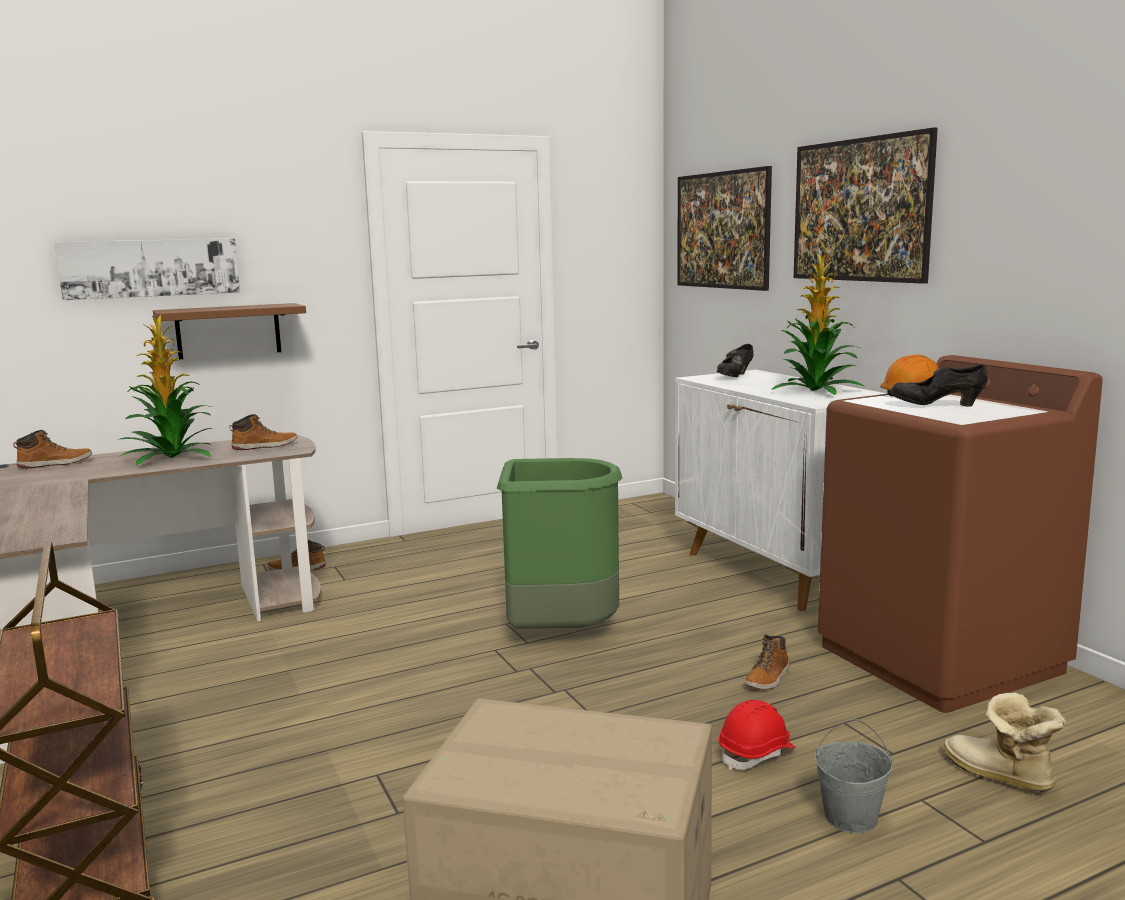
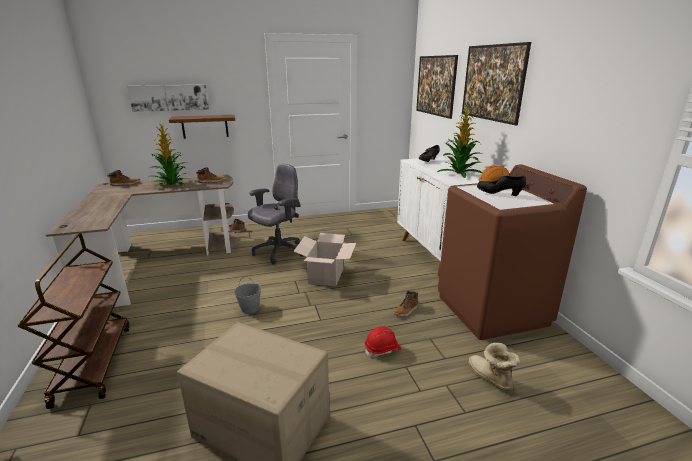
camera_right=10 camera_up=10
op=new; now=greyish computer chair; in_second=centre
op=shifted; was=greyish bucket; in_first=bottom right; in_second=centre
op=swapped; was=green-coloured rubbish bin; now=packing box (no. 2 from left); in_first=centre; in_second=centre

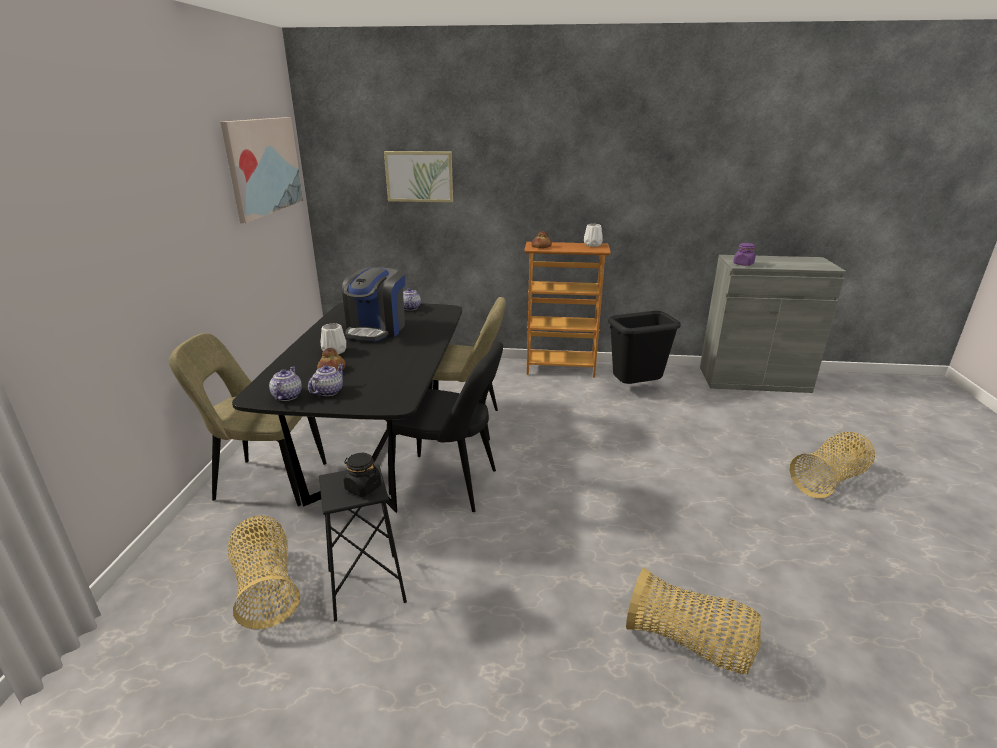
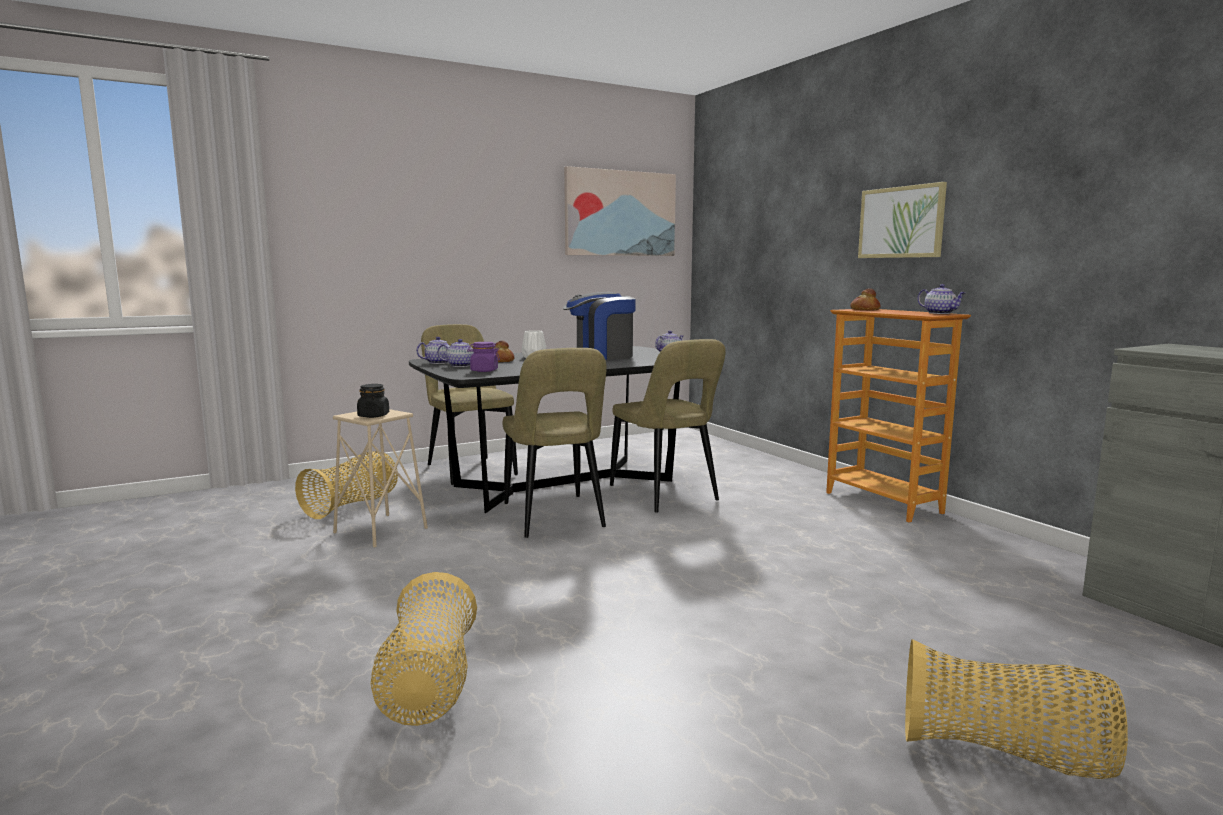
camera_right=55 camera_up=-15
op=gone; was=blackish rubbish bin; in_first=centre
op=shifted; was=picture (no. 2 from left); in_first=top centre; in_second=top right
op=shifted; was=purple-coloured jar; in_first=middle right; in_second=centre
op=swapped; was=whitish flower vase (no. 2 from left); now=pot for tea (no. 4 from left); in_first=top centre; in_second=middle right
op=repainted; was=blackish stool; now=beige stool; in_first=bottom centre; in_second=middle left
op=repainted; was=blackish upright chair; now=beige upright chair (no. 2 from left); in_first=centre; in_second=centre

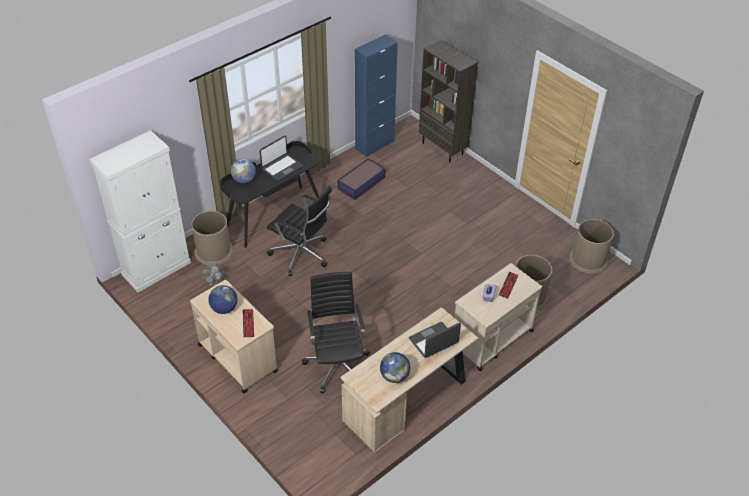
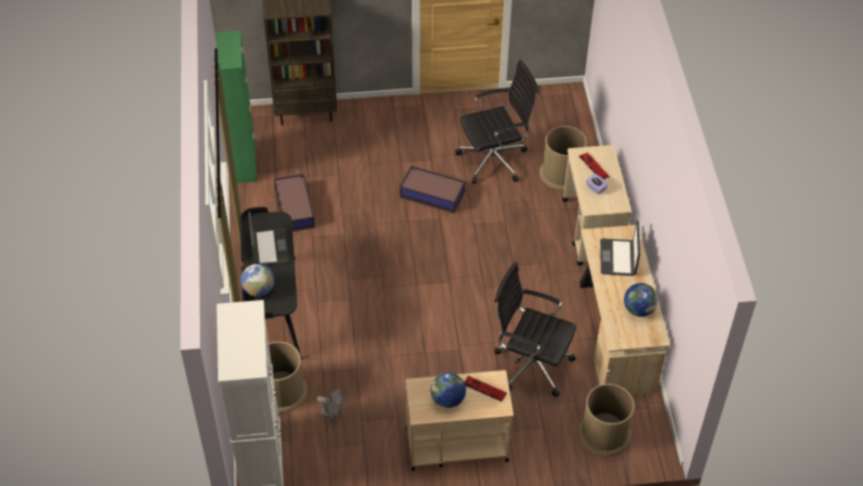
camera_right=-55 camera_up=5
op=new; now=storage container (no. 2 from left); in_second=centre
op=shifted; was=blackish computer chair (no. 1 from left); in_first=centre; in_second=top centre
op=shifted; was=brown rubbish bin (no. 3 from left); in_first=middle right; in_second=bottom right
op=repainted; was=bluish storage cabinet; now=green-coloured storage cabinet; in_first=top centre; in_second=top left

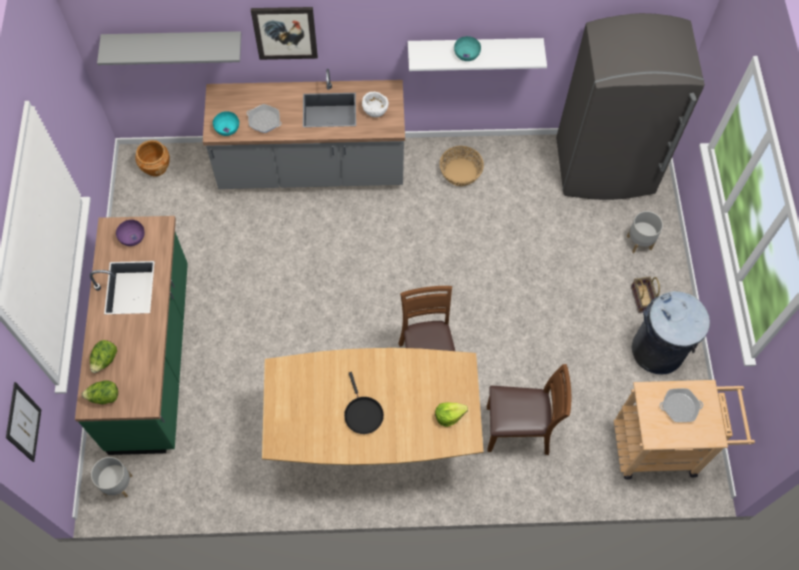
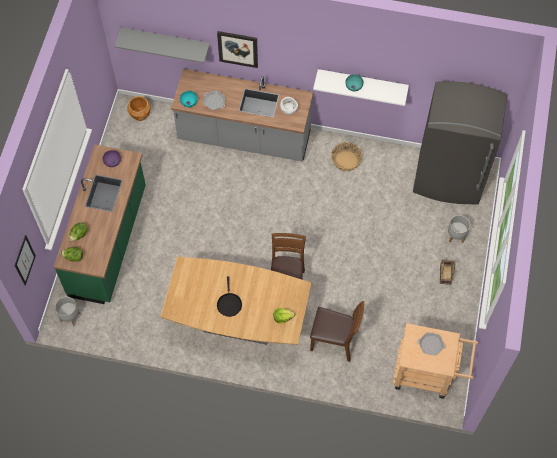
camera_right=15 camera_up=0
op=gone; was=greyish rubbish bin; in_first=middle right

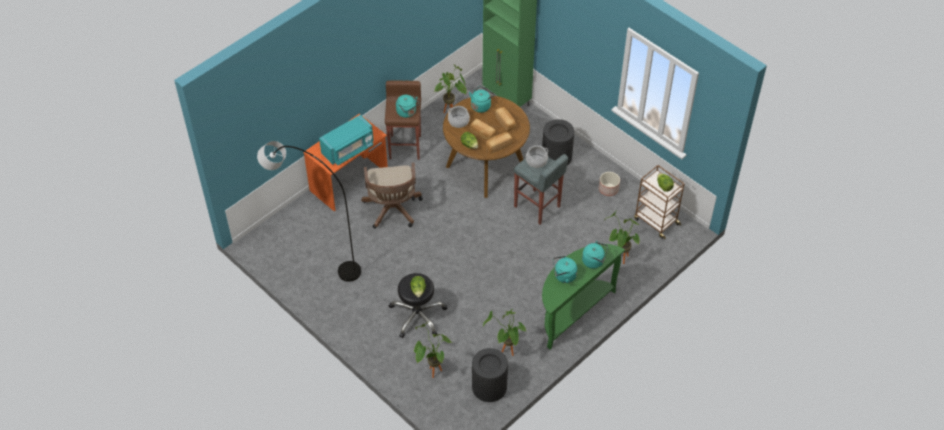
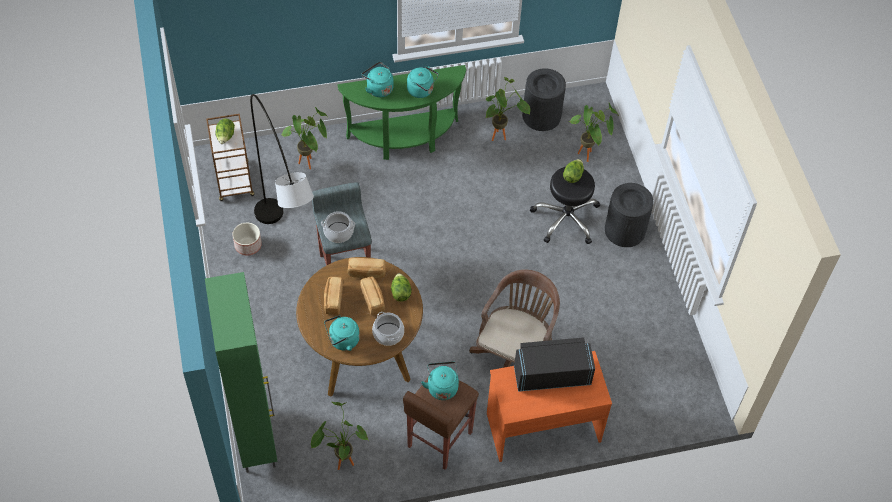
camera_right=-150 camera_up=5
op=shifted; was=greyish floor lamp; in_first=middle left; in_second=top left
op=shifted; was=blackish rubbish bin (no. 2 from left); in_first=top centre; in_second=middle right
op=repainted; was=turquoise-coloured kitchen microwave; now=blackish kitchen microwave; in_first=top centre; in_second=bottom centre

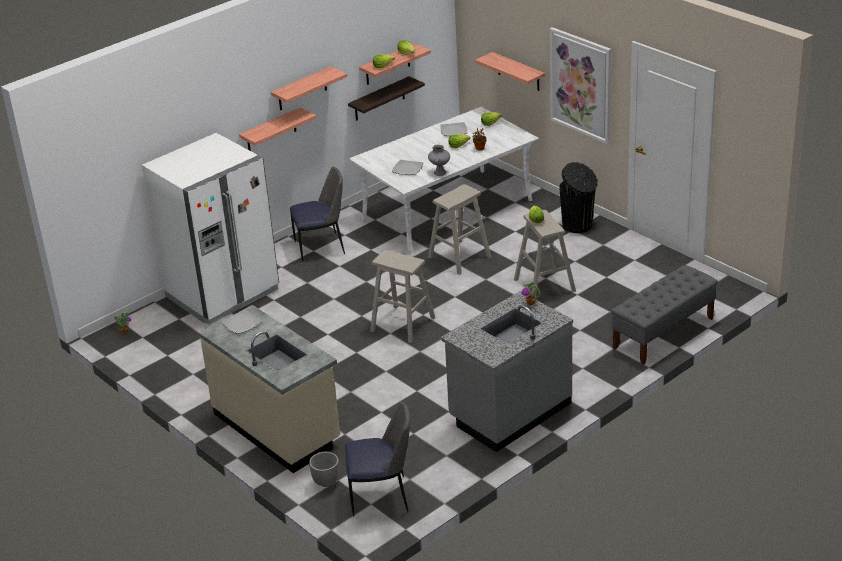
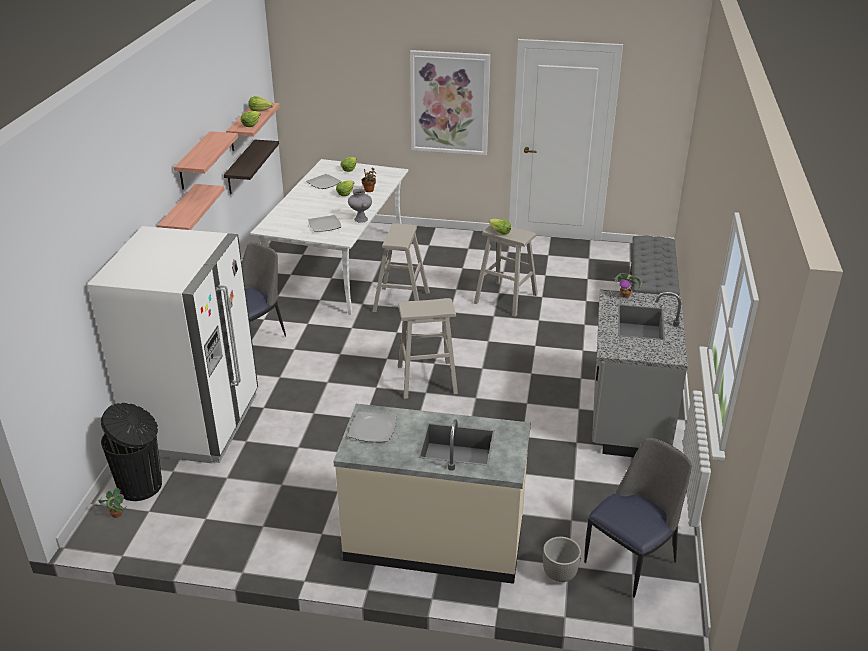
camera_right=-40 camera_up=0
op=gone; was=bracket shelf (no. 5 from left); in_first=top centre
op=shifted; was=blackish rubbish bin; in_first=middle right; in_second=bottom left

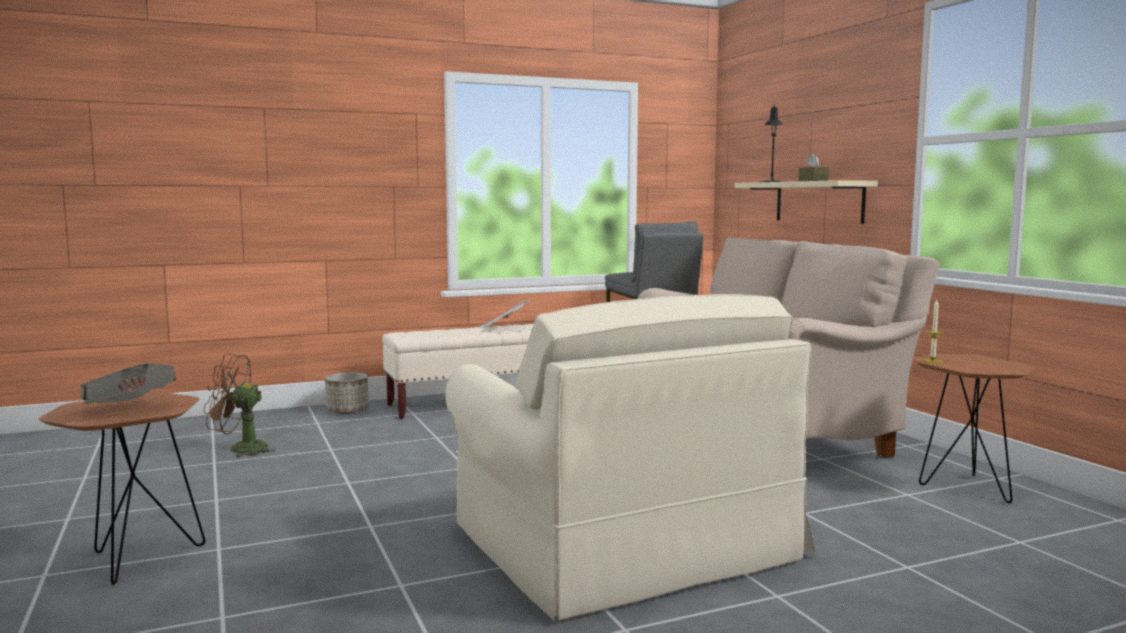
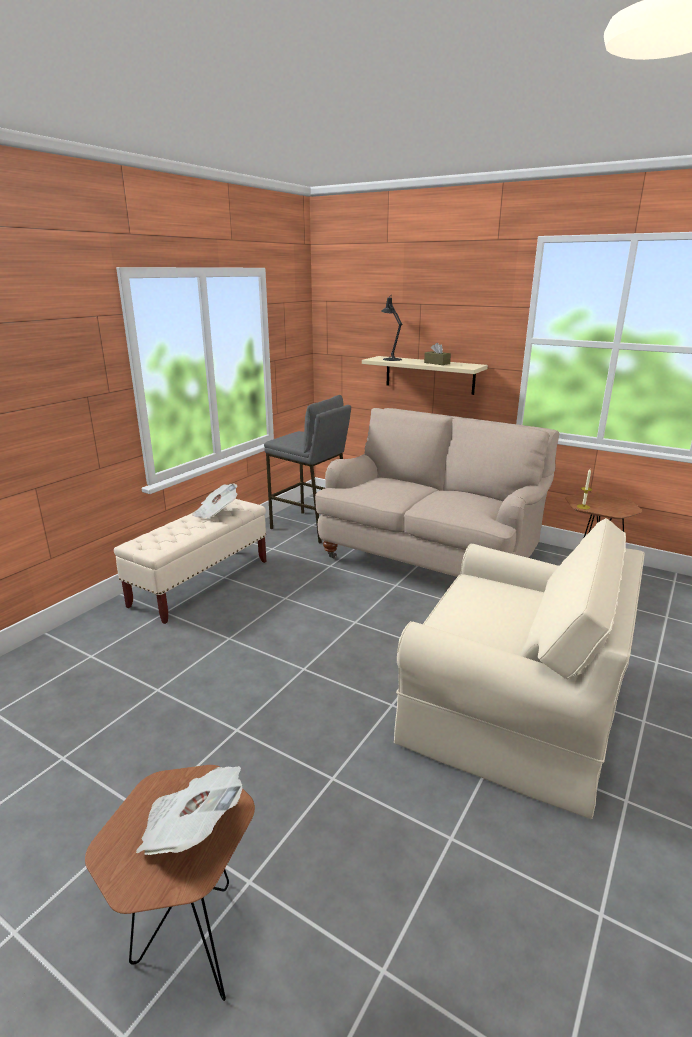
camera_right=-35 camera_up=15
op=gone; was=brown cooling fan; in_first=middle left
op=gone; was=planter; in_first=middle left

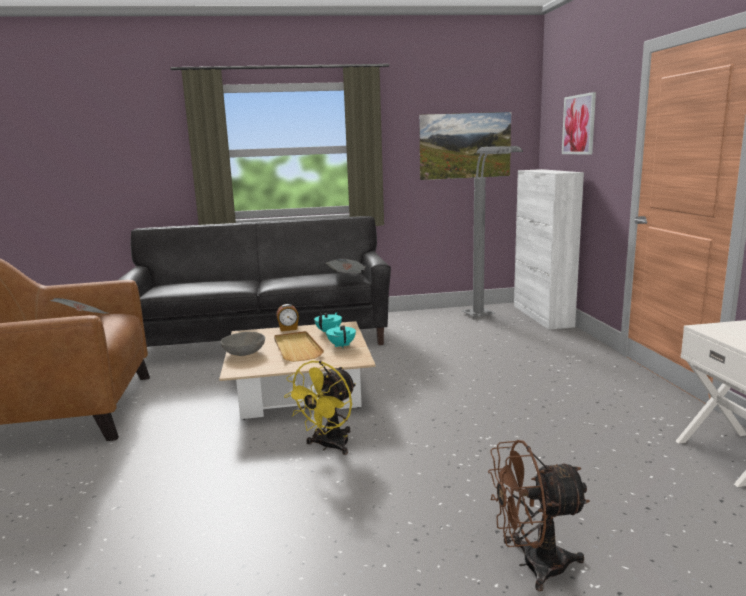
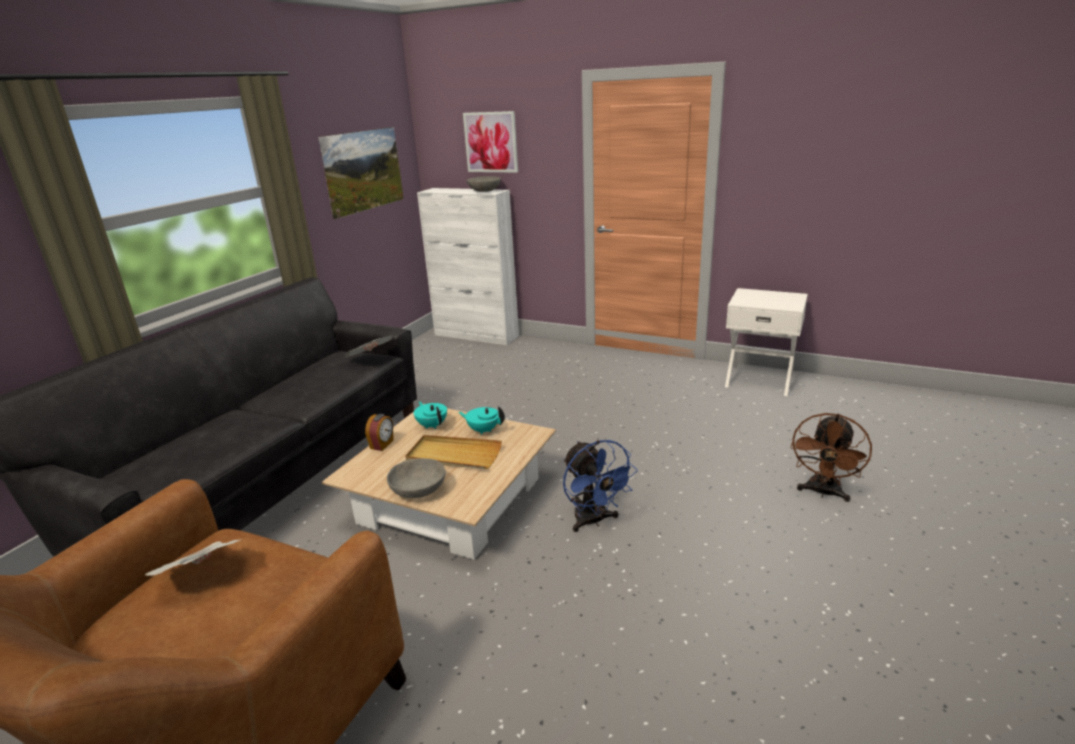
camera_right=-55 camera_up=10
op=gone; was=greyish floor lamp; in_first=centre
op=new; now=greyish deep dish (no. 2 from left); in_second=top centre
op=repainted; was=yellow-coloured cooling fan; now=bluish cooling fan; in_first=bottom centre; in_second=centre

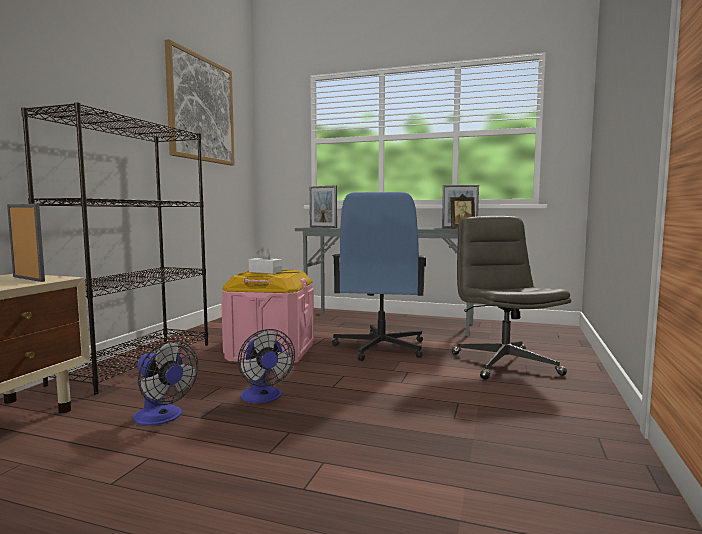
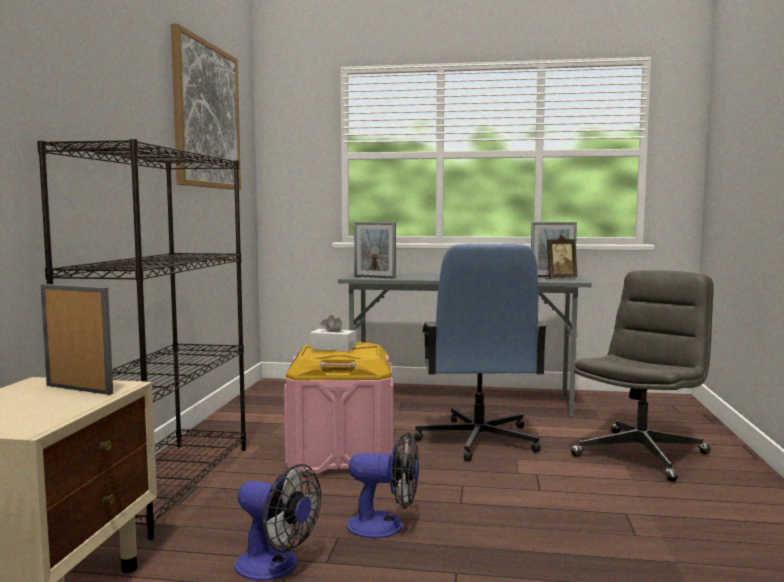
camera_right=-10 camera_up=0
op=rotated; was=cooling fan (no. 2 from left); in_first=bottom centre; in_second=bottom centre; clockwise=-45
op=rotated; was=greyish computer chair; in_first=middle right; in_second=middle right; clockwise=60

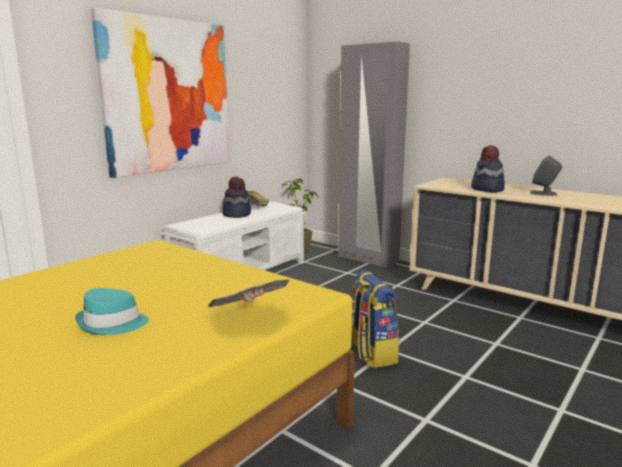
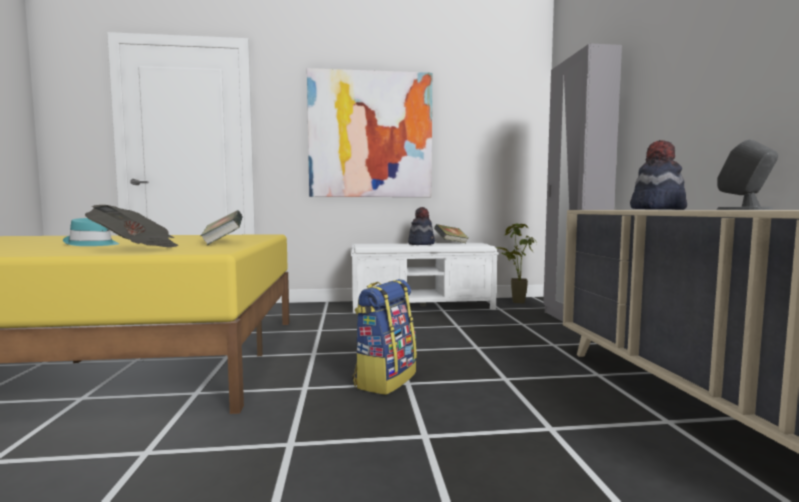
camera_right=45 camera_up=-10
op=new; now=bound book (no. 1 from left); in_second=middle left

